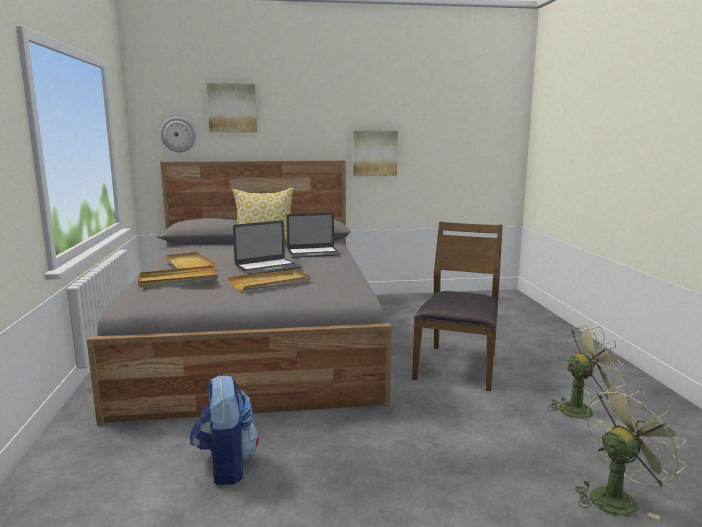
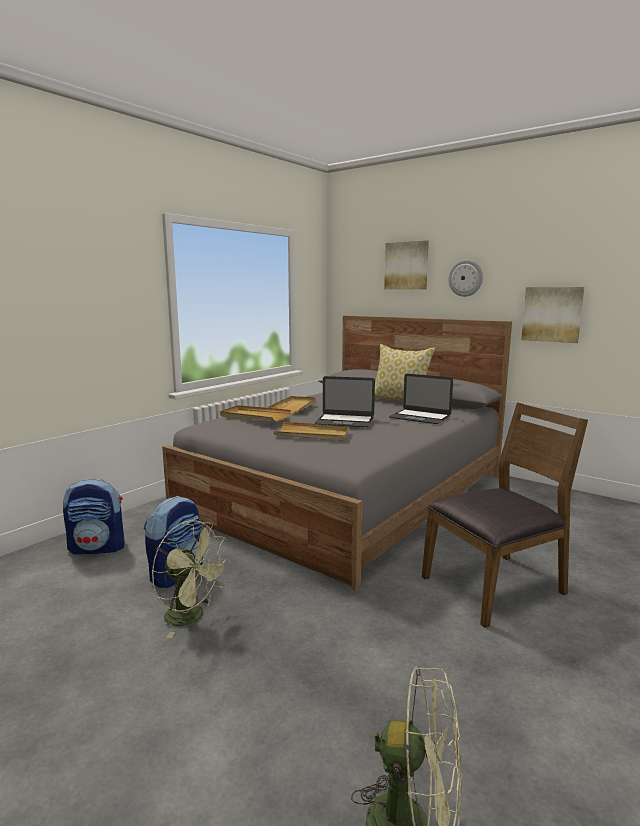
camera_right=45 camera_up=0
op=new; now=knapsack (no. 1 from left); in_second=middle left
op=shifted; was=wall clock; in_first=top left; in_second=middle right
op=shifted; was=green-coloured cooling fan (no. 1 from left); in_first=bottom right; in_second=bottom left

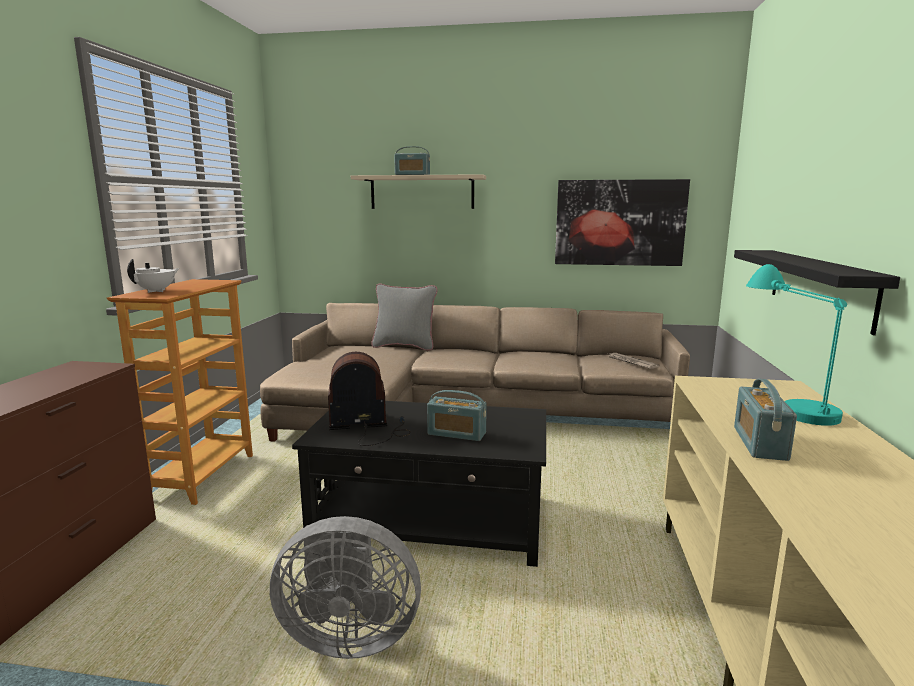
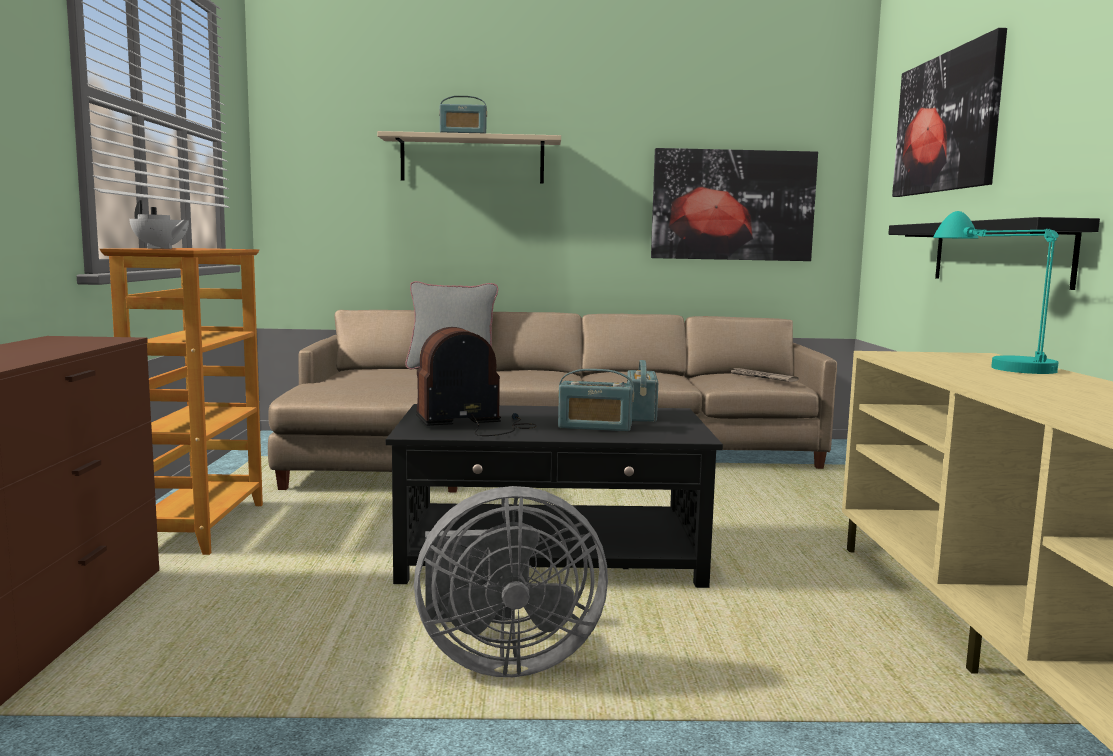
camera_right=-10 camera_up=-5
op=new; now=picture (no. 2 from left); in_second=top right
op=shifted; was=radio (no. 4 from left); in_first=middle right; in_second=centre
op=rotated; was=whitish pot for tea; in_first=middle left; in_second=top left; clockwise=105

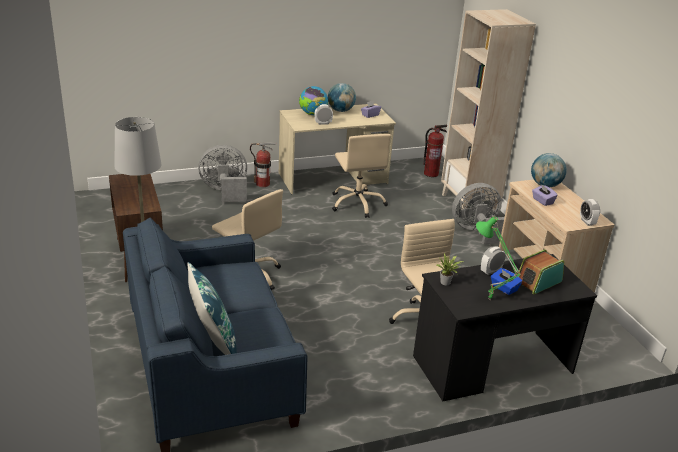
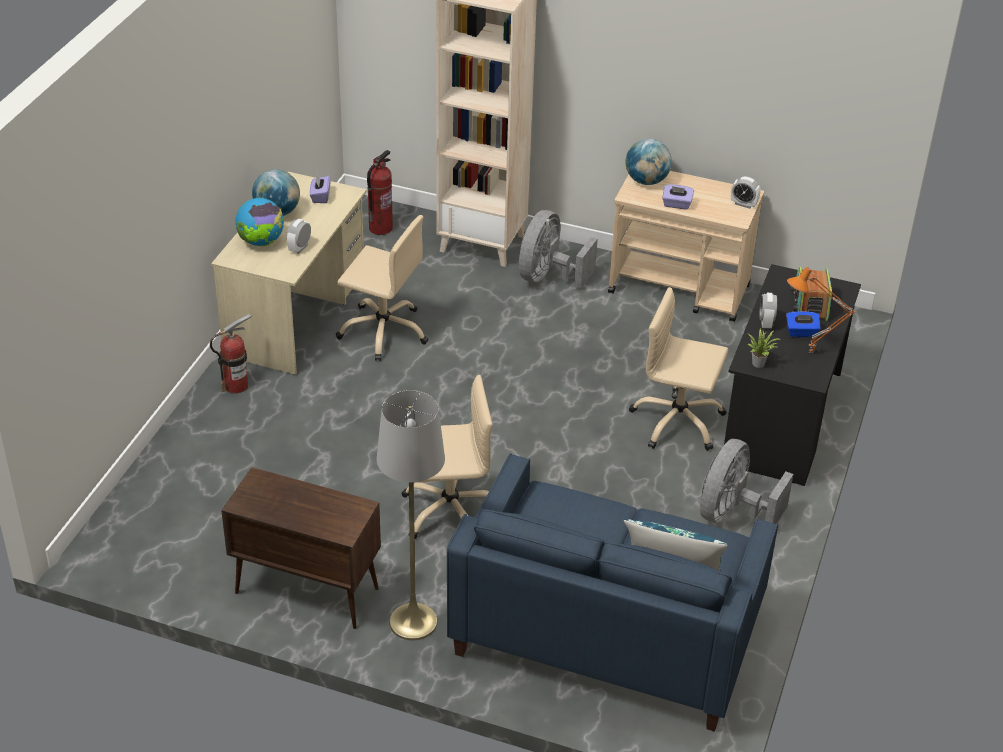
camera_right=-50 camera_up=10
op=shifted; was=greyish cooling fan (no. 1 from left in the first image); now=greyish cooling fan (no. 2 from left); in_first=middle left; in_second=middle right
op=repainted; was=green-coloured lamp for a table; now=orange lamp for a table; in_first=middle right; in_second=middle right

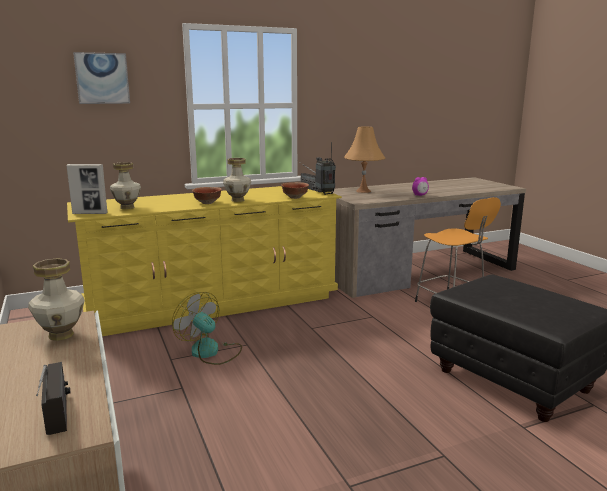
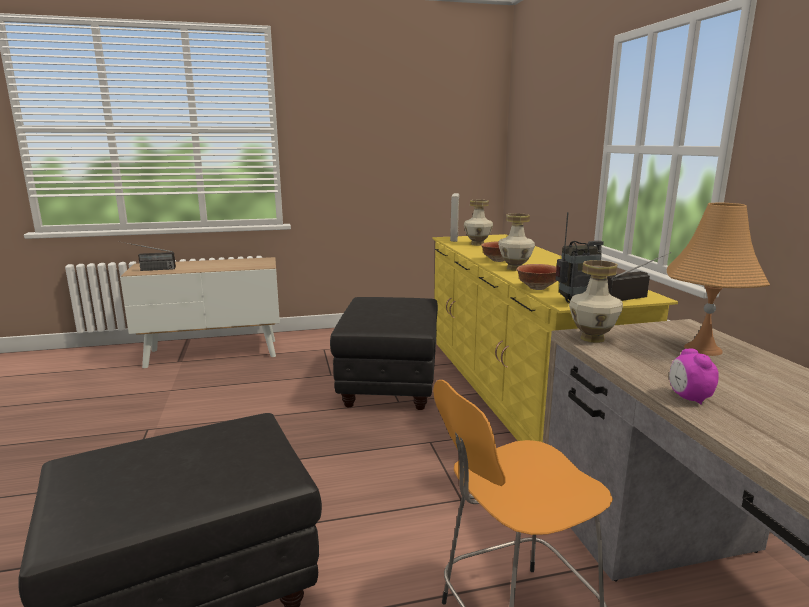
camera_right=100 camera_up=0
op=gone; was=picture; in_first=top left
op=shifted; was=flower vase (no. 1 from left in the first image); now=flower vase (no. 3 from left); in_first=middle left; in_second=middle right
op=swapped; was=cooling fan; now=blackish ottoman (no. 2 from left); in_first=bottom centre; in_second=centre

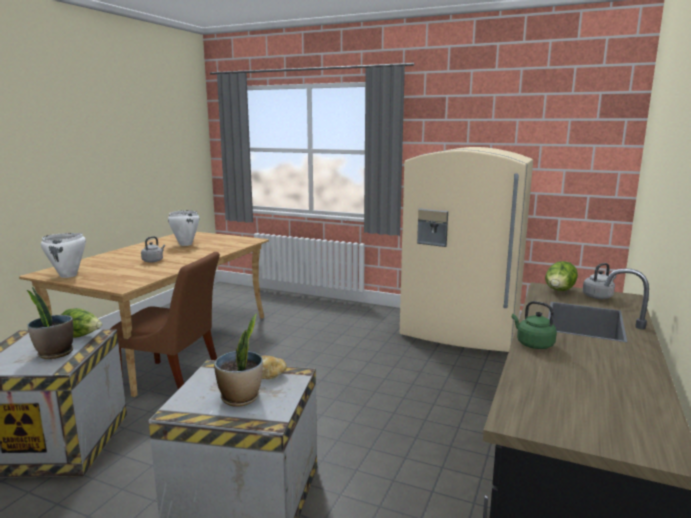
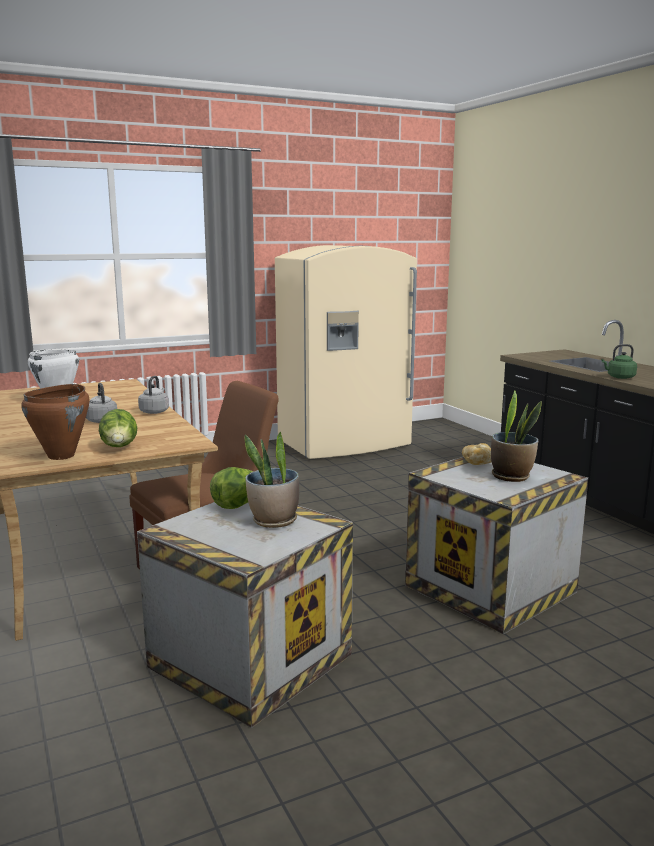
camera_right=-50 camera_up=0
op=shifted; was=lettuce (no. 2 from left in the first image); now=lettuce (no. 1 from left); in_first=middle right; in_second=middle left
op=shifted; was=greyish kettle (no. 2 from left); in_first=middle right; in_second=middle left
op=repainted; was=whitish cooking pot (no. 1 from left); now=brown cooking pot; in_first=middle left; in_second=middle left

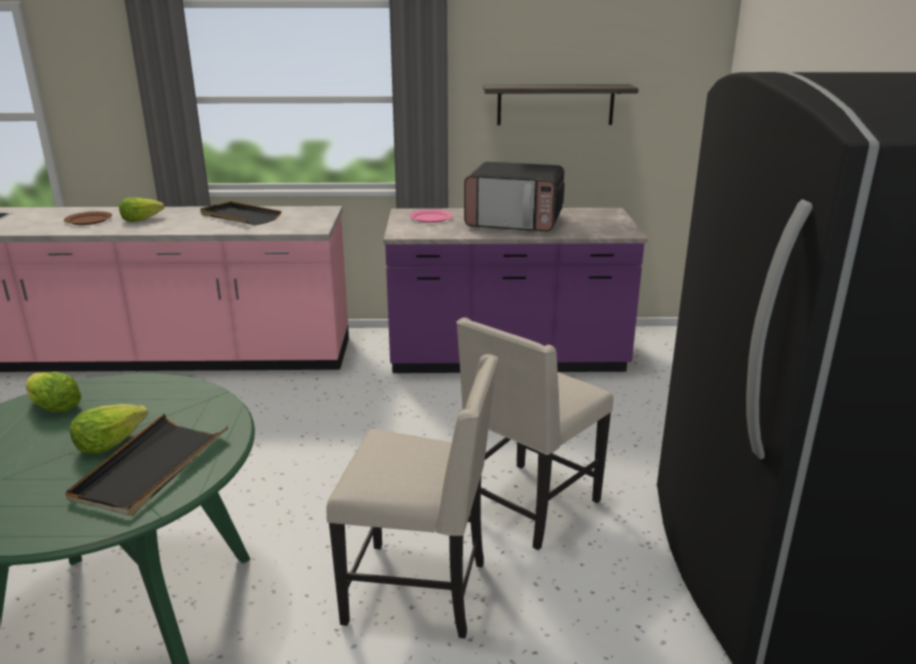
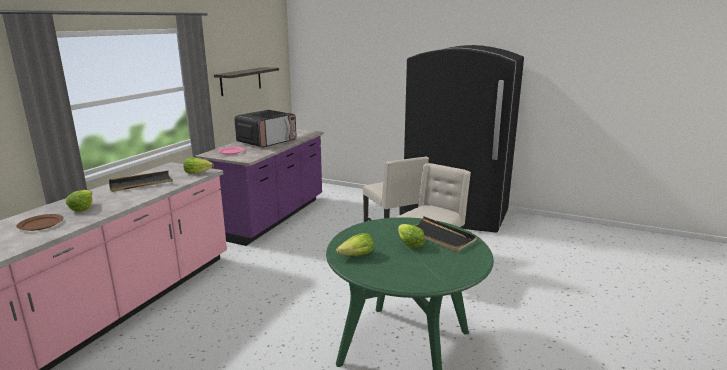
camera_right=-65 camera_up=-5
op=new; now=lettuce (no. 2 from left); in_second=middle left

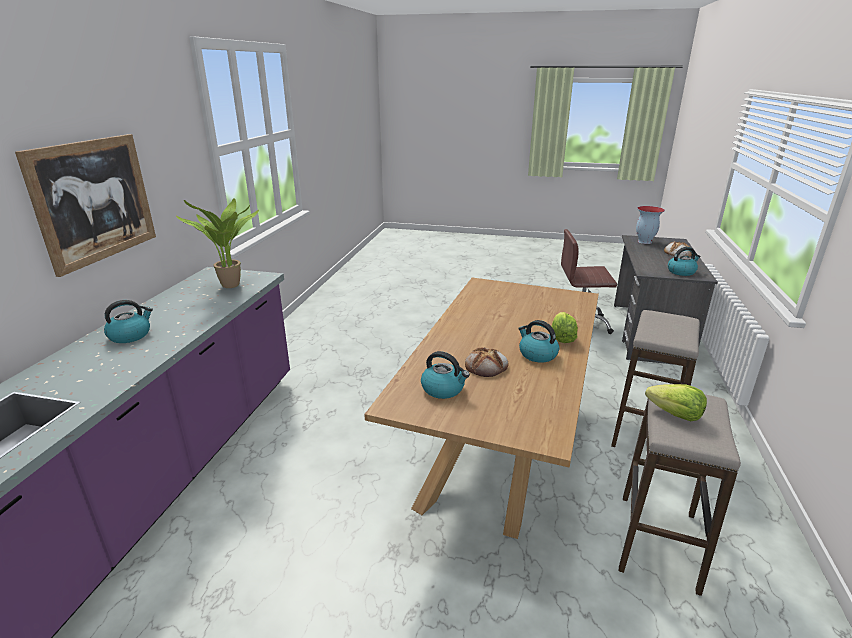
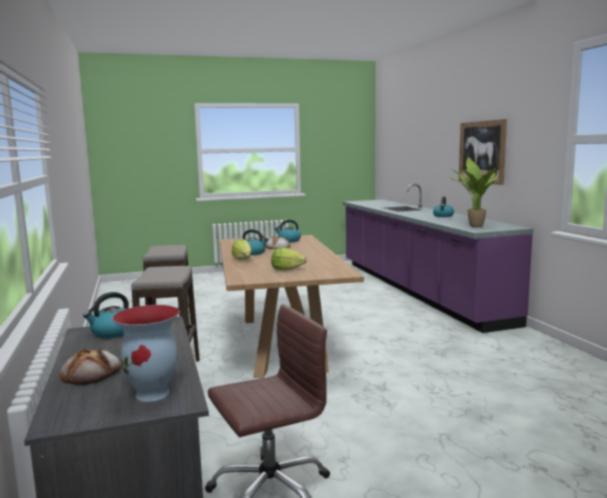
camera_right=150 camera_up=-15
op=shifted; was=lettuce (no. 2 from left); in_first=middle right; in_second=centre

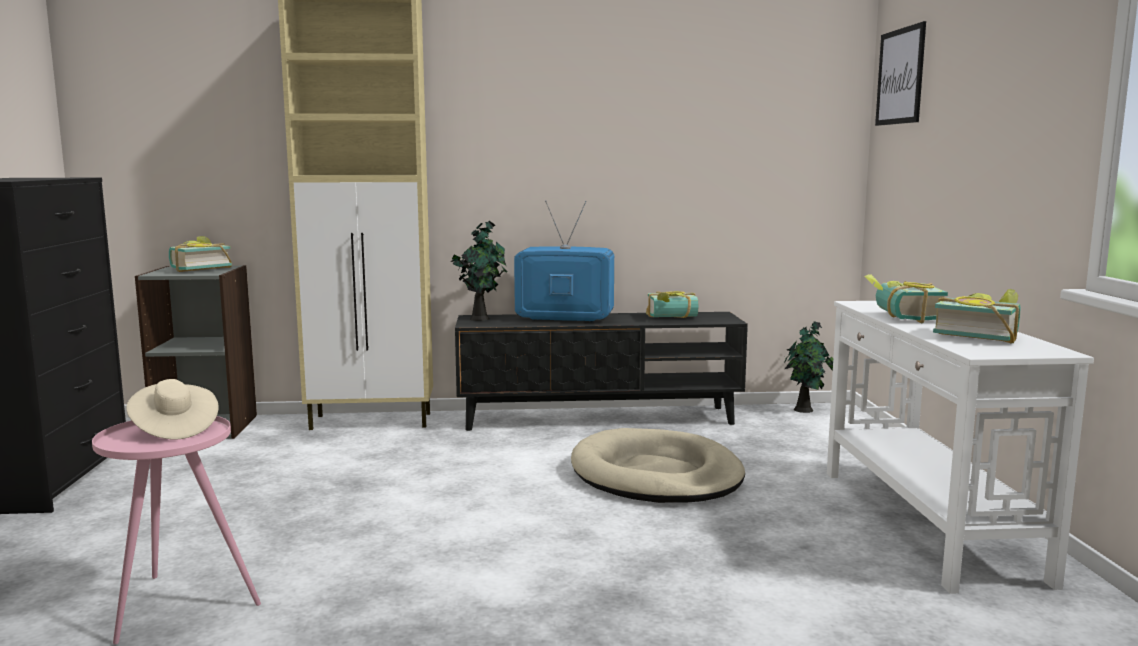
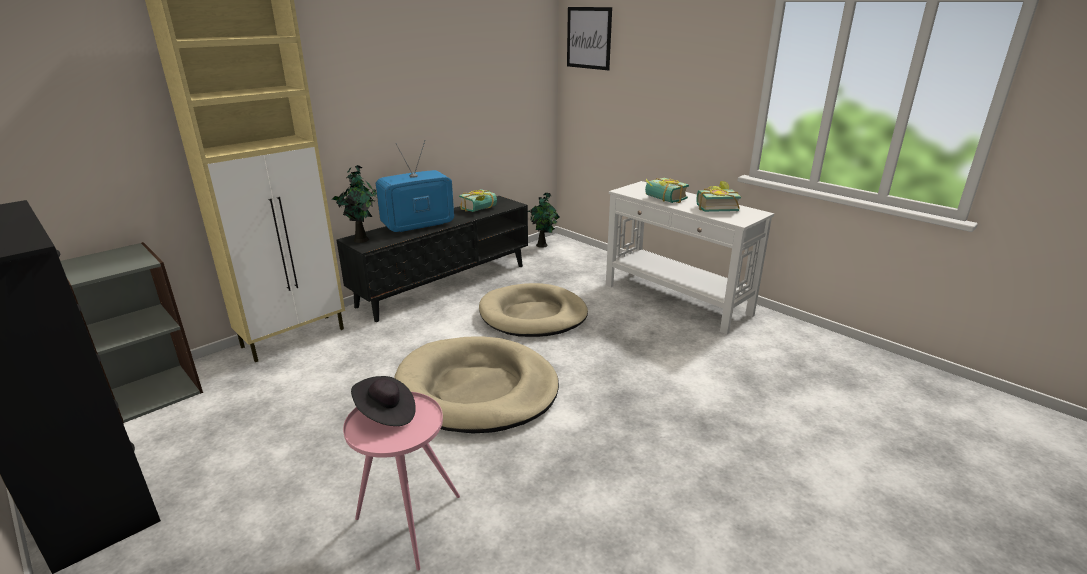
camera_right=-40 camera_up=15
op=gone; was=bound book (no. 1 from left); in_first=middle left
op=new; now=beige pet bed (no. 1 from left); in_second=bottom centre
op=repainted; was=beige wearable hat; now=blackish wearable hat; in_first=middle left; in_second=bottom centre

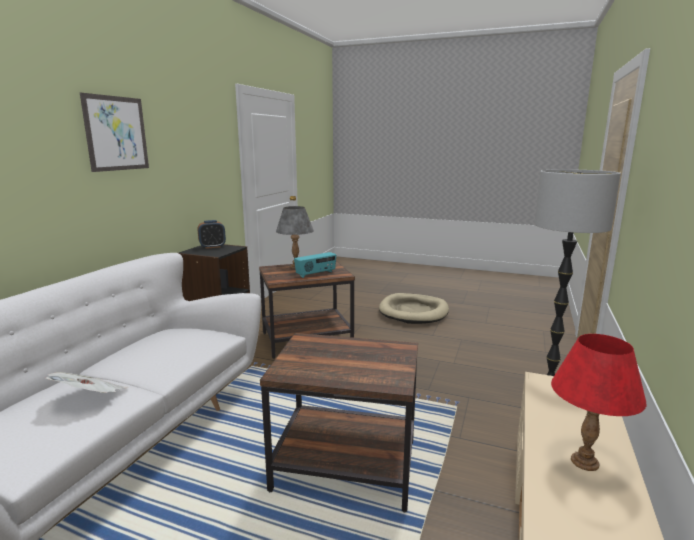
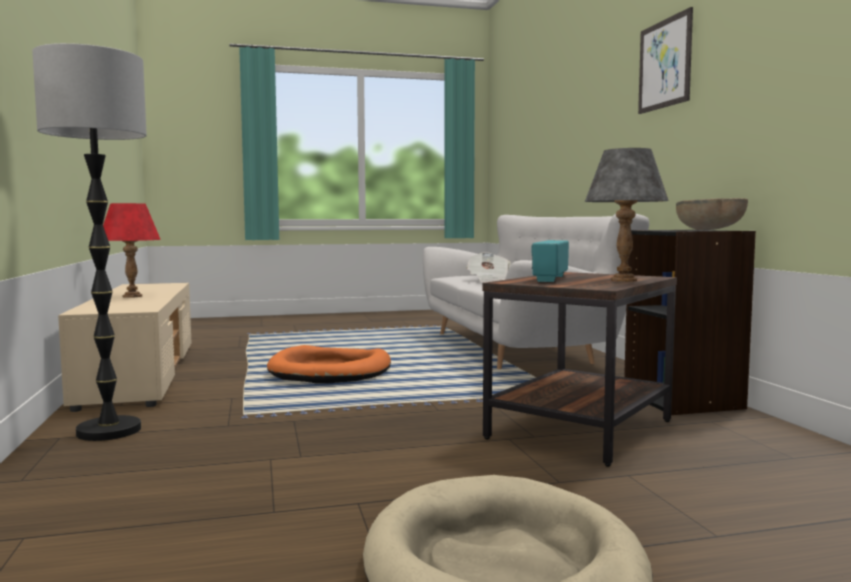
camera_right=145 camera_up=-10
op=swapped; was=bedside clock; now=brown deep dish; in_first=middle left; in_second=middle right
op=swapped; was=brown side table (no. 2 from left); now=orange pet bed; in_first=bottom centre; in_second=centre

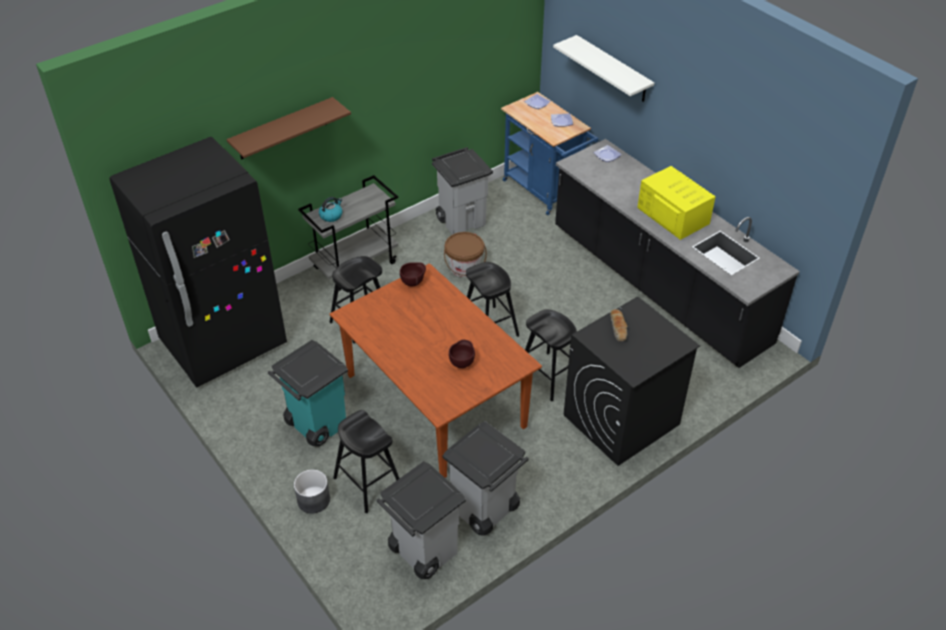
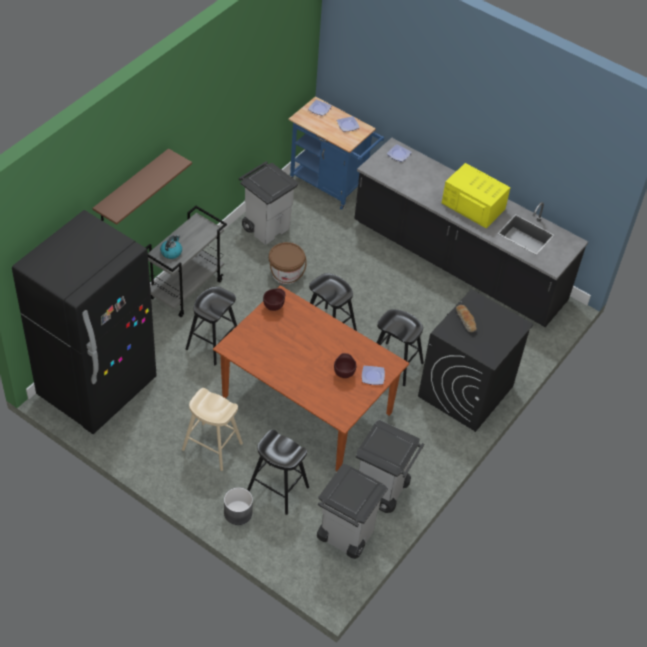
camera_right=-20 camera_up=5
op=gone; was=whitish bracket shelf; in_first=top centre
op=new; now=dinner plate (no. 3 from left); in_second=centre
op=swapped; was=turquoise-coloured rubbish bin; now=beige stool; in_first=middle left; in_second=middle left

